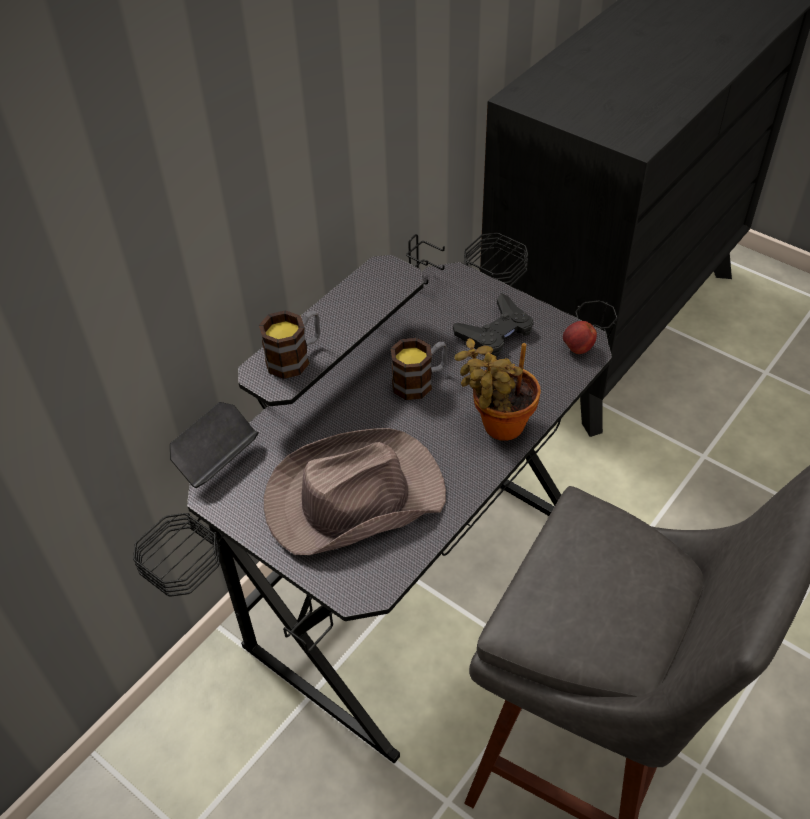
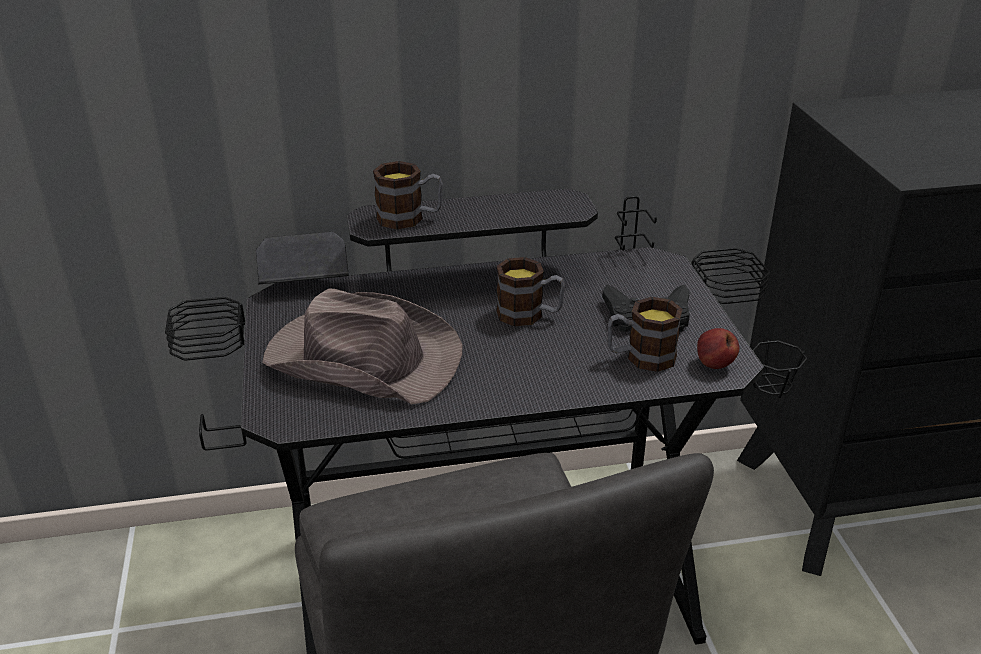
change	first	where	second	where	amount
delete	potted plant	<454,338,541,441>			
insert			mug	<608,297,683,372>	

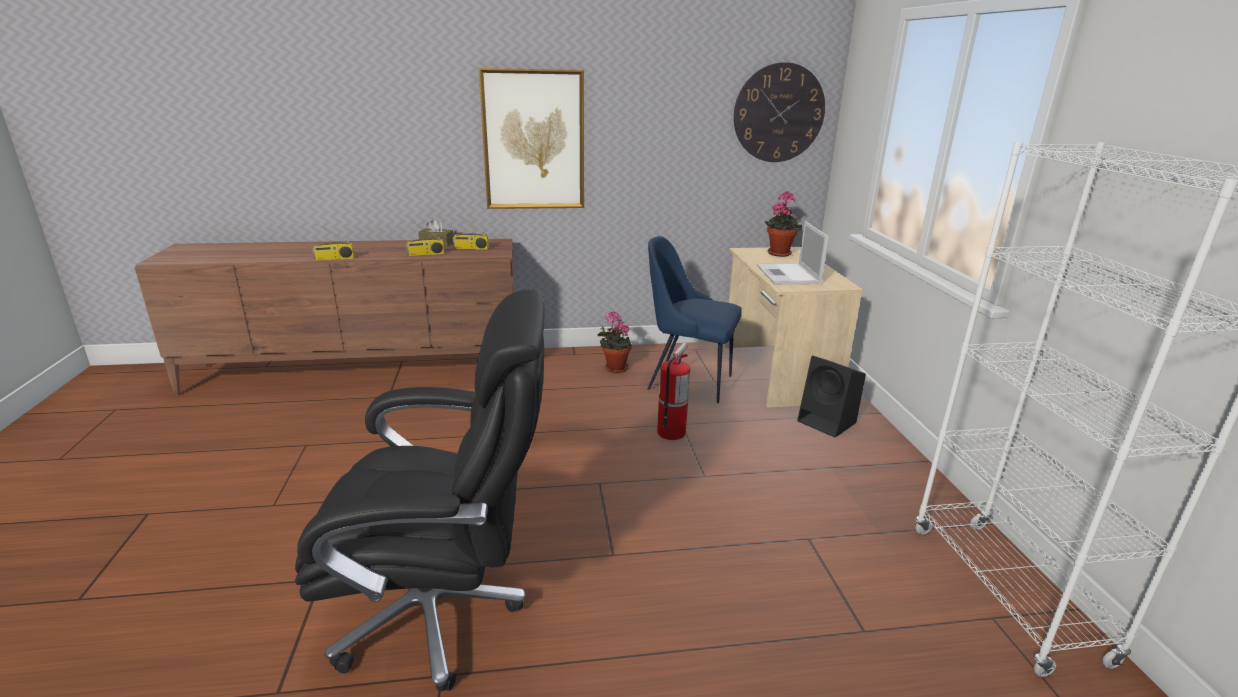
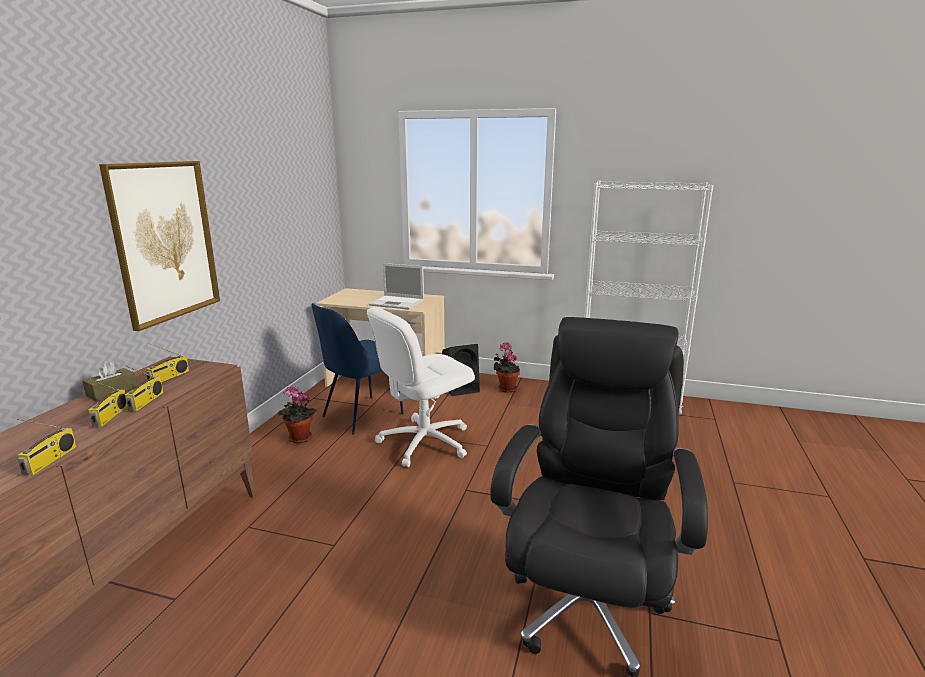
change	first	where	second	where	amount
delete	wall clock	<734,62,825,162>			
insert			radio	<88,379,127,427>	
move	potted plant	<765,191,802,257>		<494,342,520,393>	
replace	fire extinguisher	<657,343,690,440>	white office chair	<366,307,475,467>	

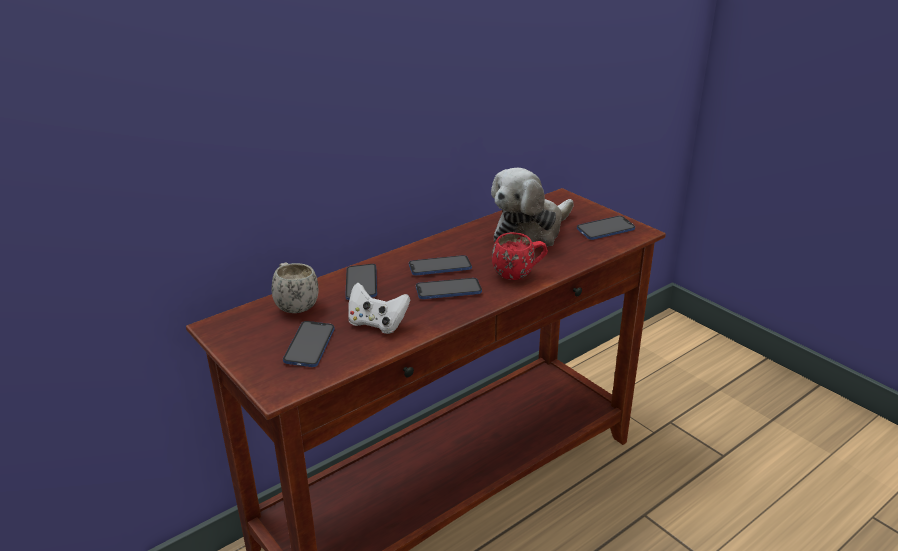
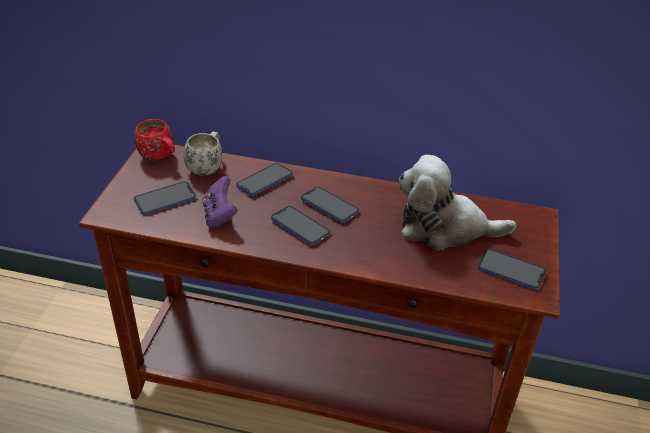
change	first	where	second	where	amount
move	red mug	<492,232,548,280>		<134,119,175,161>	
recolor	white game controller	<348,283,410,334>	purple game controller	<202,176,237,228>	

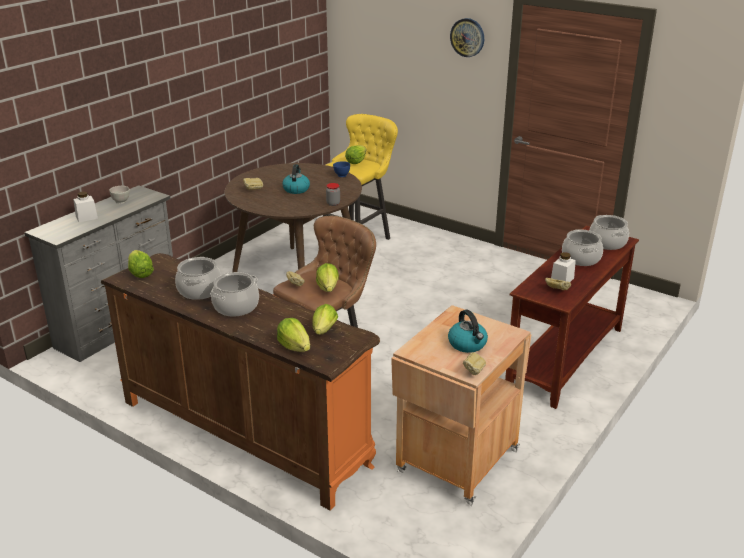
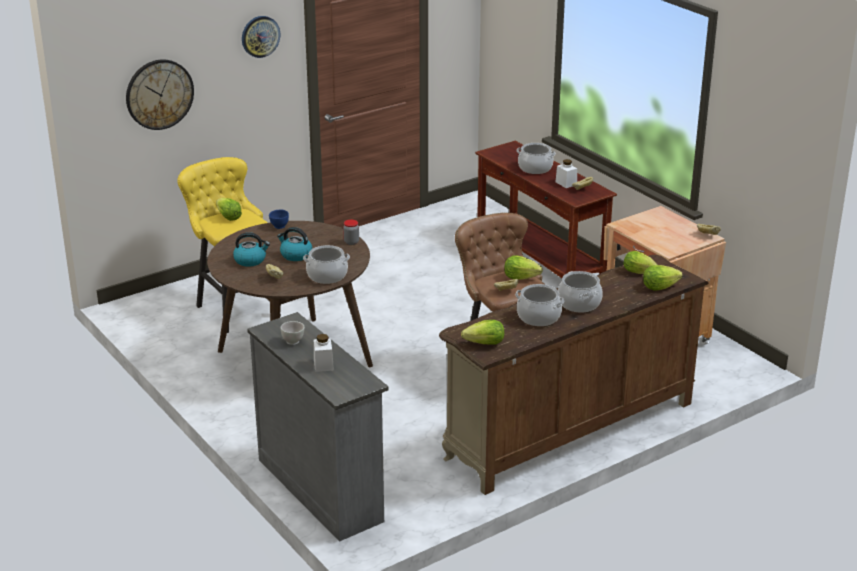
change	first	where	second	where	amount
insert			wall clock	<126,59,194,130>	
move	kettle	<448,310,488,353>		<233,232,270,267>	
move	cooking pot	<589,215,629,250>		<303,245,350,284>	
recolor	orange cabinet	<101,253,380,511>	beige cabinet	<439,255,708,495>	

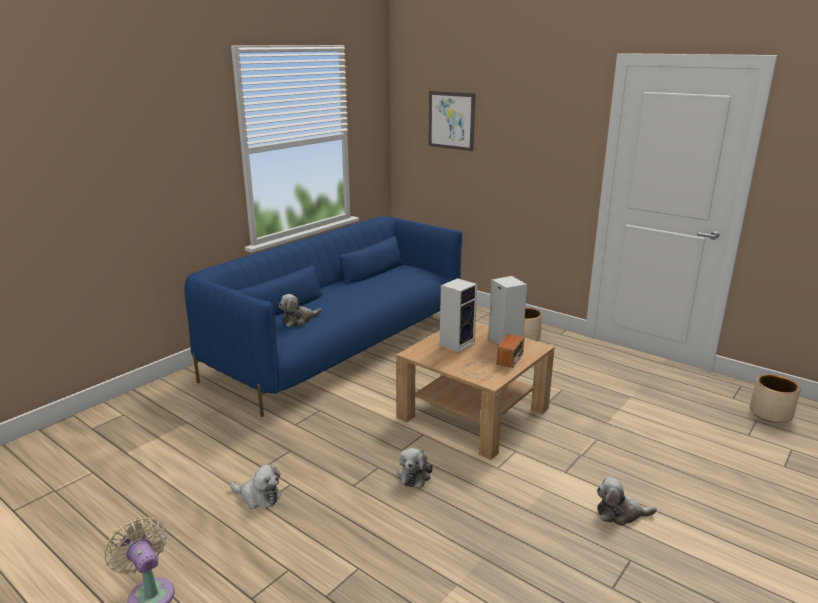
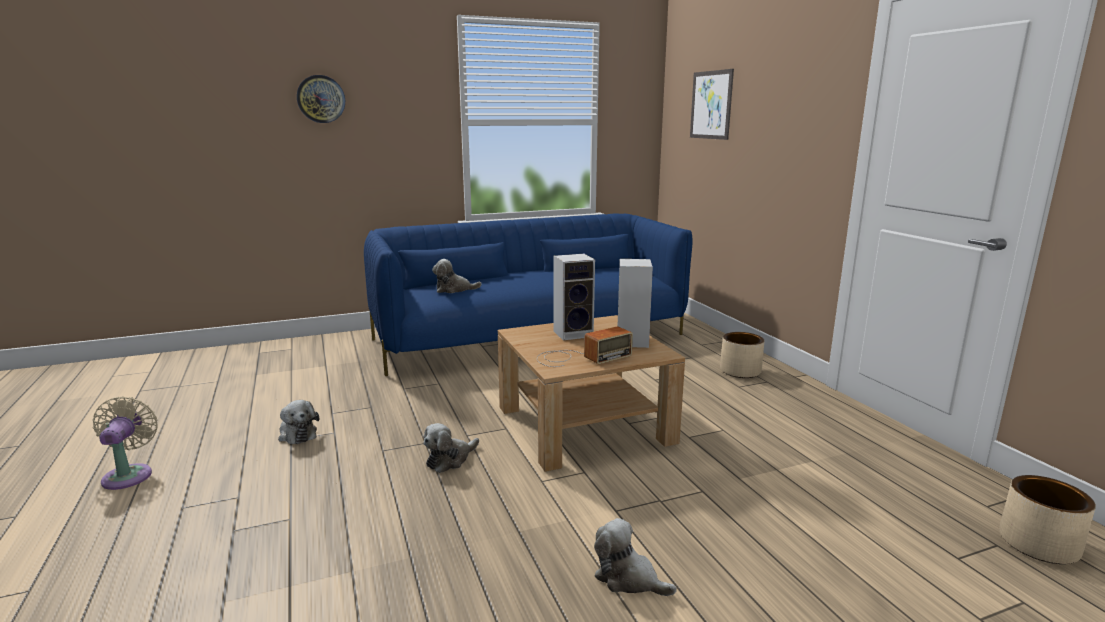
change	first	where	second	where	amount
insert			wall clock	<297,75,345,123>	

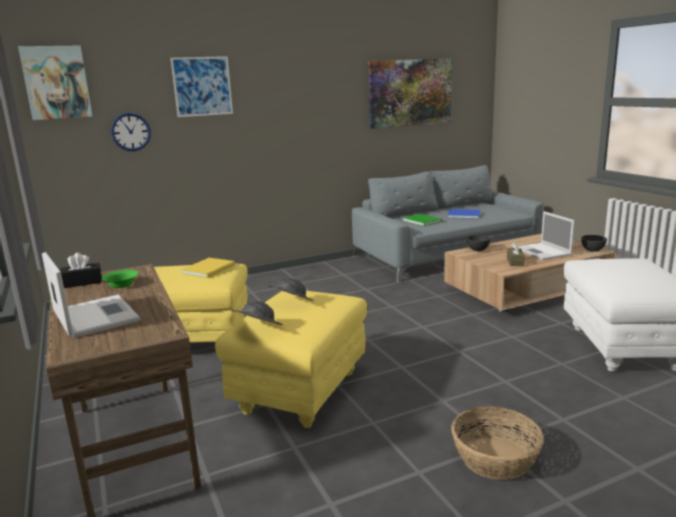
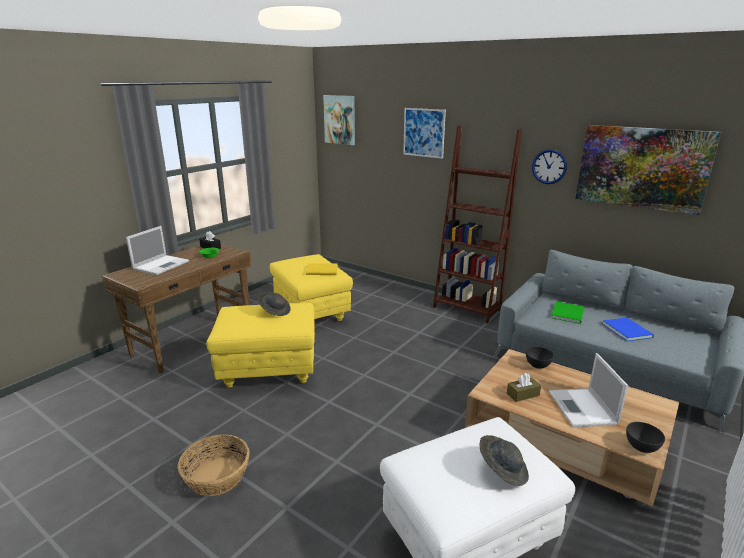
change	first	where	second	where	amount
insert			brown bookcase	<433,125,522,323>	
move	wall clock	<111,113,151,151>		<532,149,567,184>	
move	grey hat	<231,301,283,325>		<479,435,529,486>	
rotate	laptop	<518,211,575,260>		<549,353,628,427>	45 degrees counterclockwise

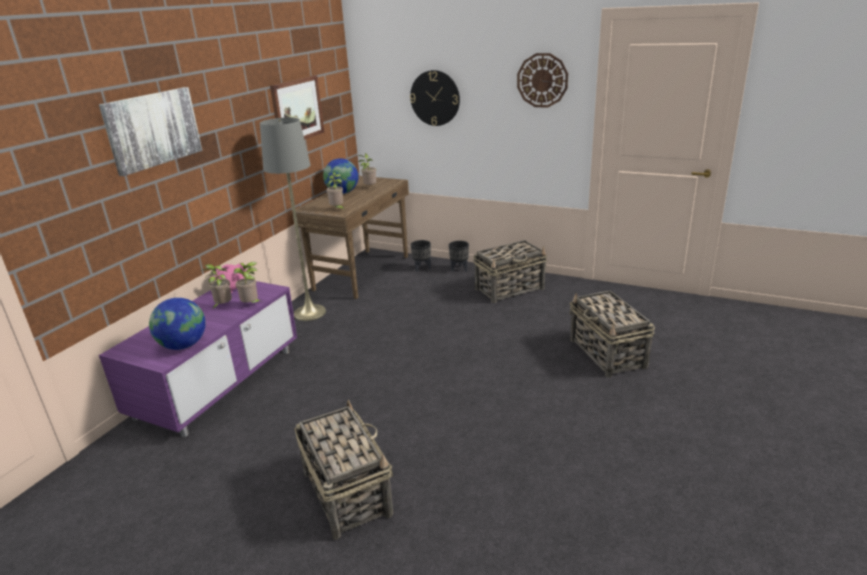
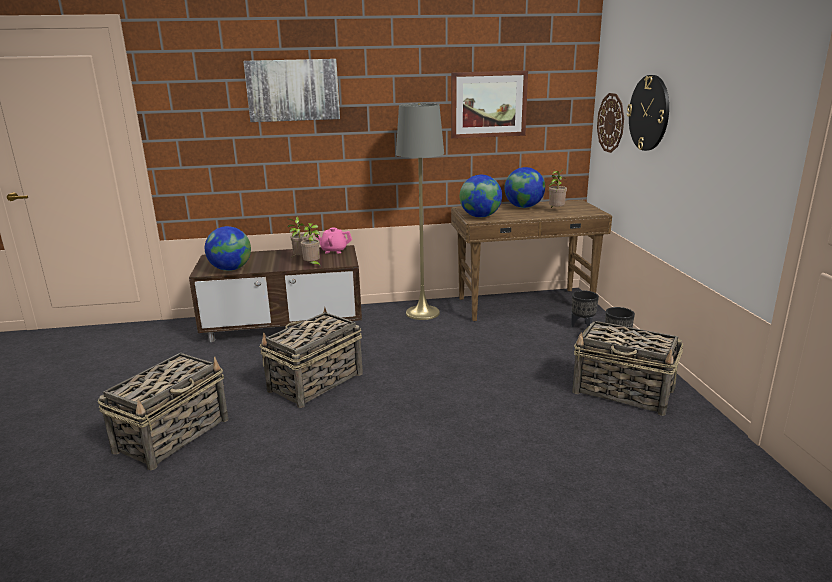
change	first	where	second	where	amount
move	wall clock	<517,53,568,108>		<597,93,624,153>	
move	basket	<570,291,655,377>		<260,307,363,408>	
replace	potted plant	<326,173,344,209>	globe	<459,175,502,218>	
recolor	purple tv stand	<99,281,297,437>	brown tv stand	<189,245,362,342>	

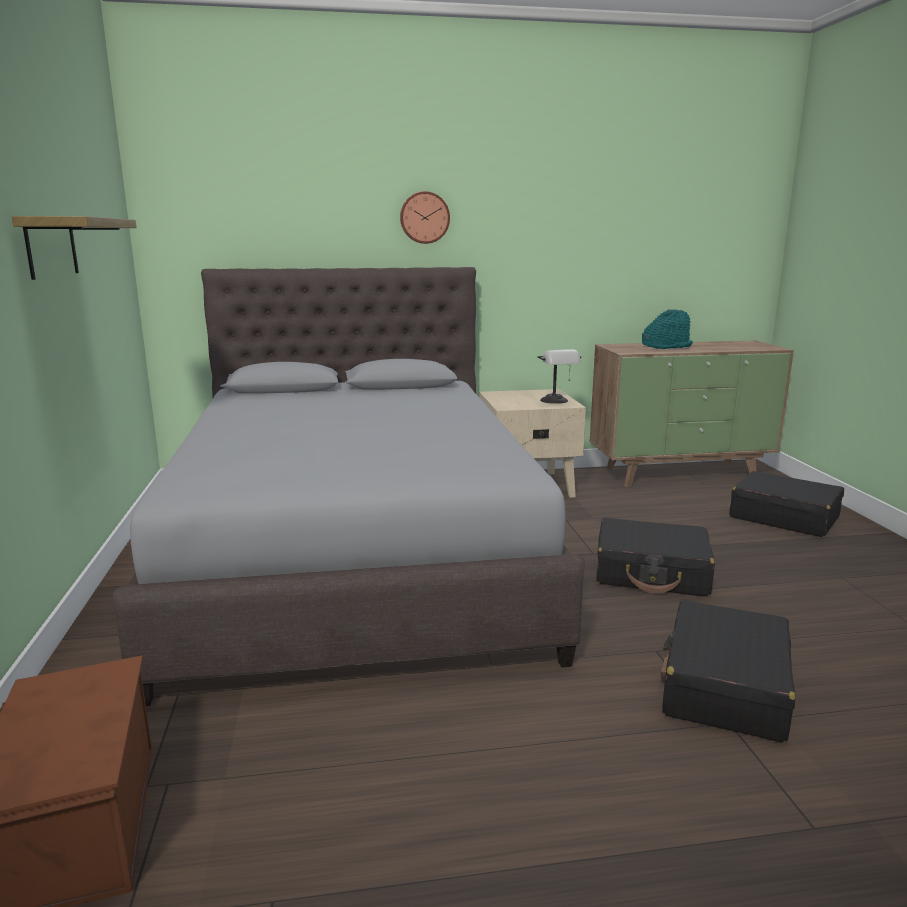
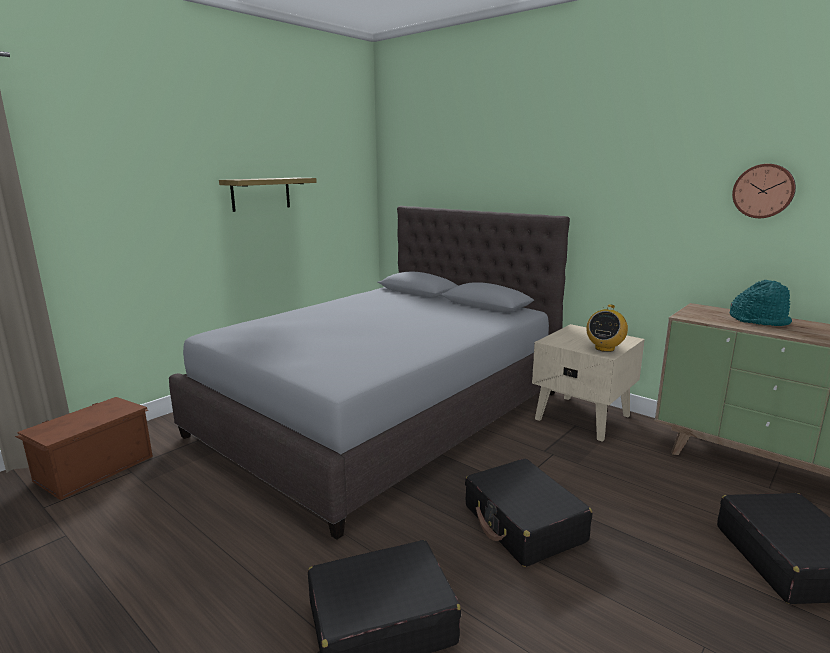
change	first	where	second	where	amount
move	wall clock	<400,191,450,244>		<732,164,796,218>	
replace	table lamp	<537,349,581,404>	radio	<586,304,628,352>	

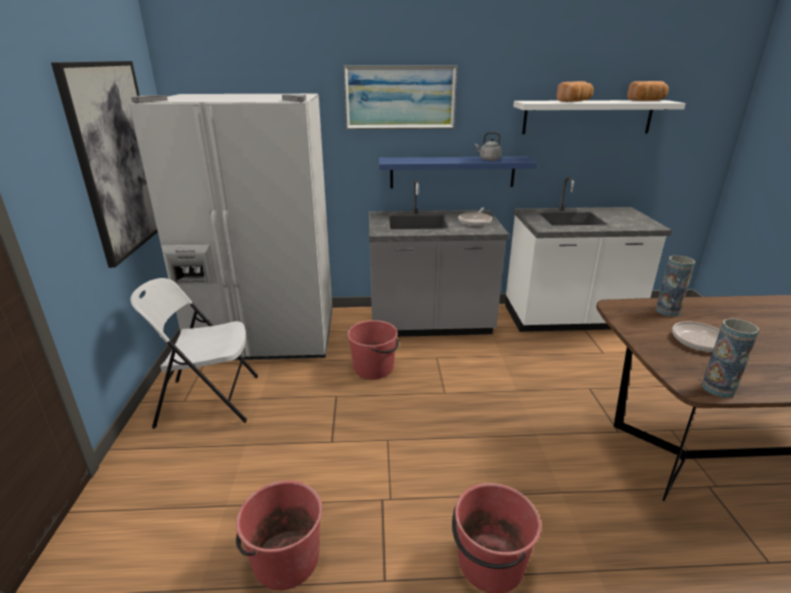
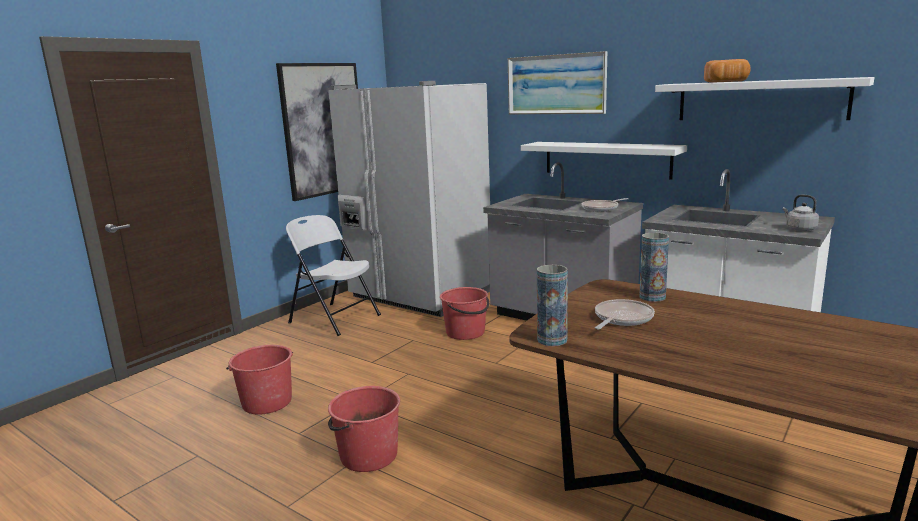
change	first	where	second	where	amount
delete	bread	<627,81,669,101>			
move	grey kettle	<475,132,502,161>		<782,195,819,231>	
recolor	blue shelf	<379,156,537,188>	white shelf	<521,142,687,180>	

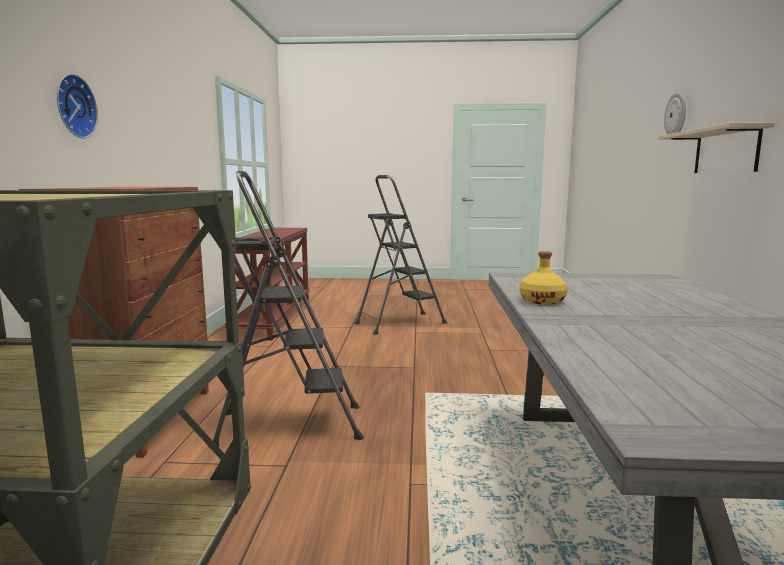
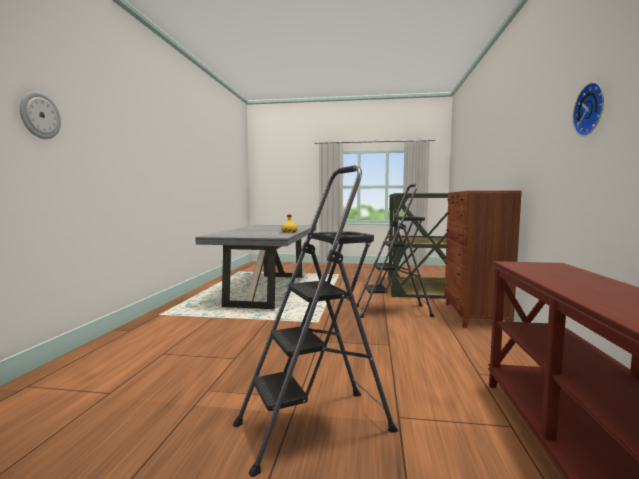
change	first	where	second	where	amount
delete	beige shelf	<658,122,775,173>			
move	wall clock	<57,74,98,139>		<573,82,604,136>	

